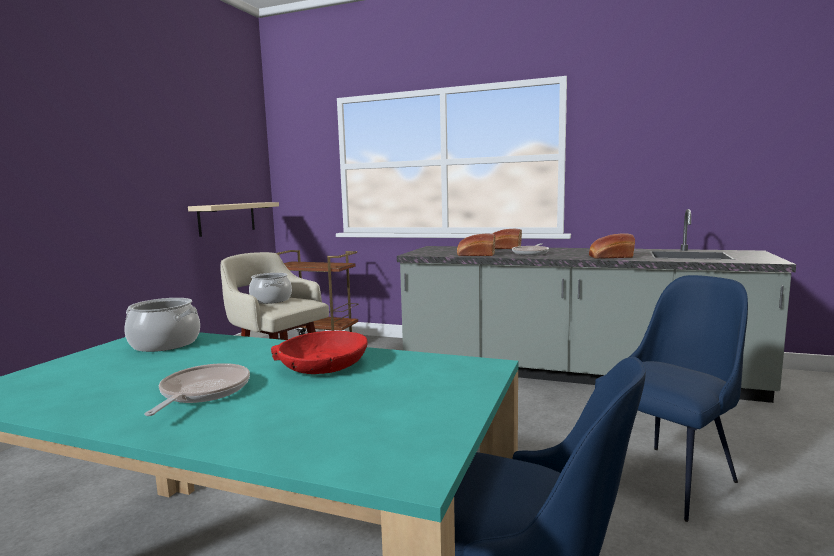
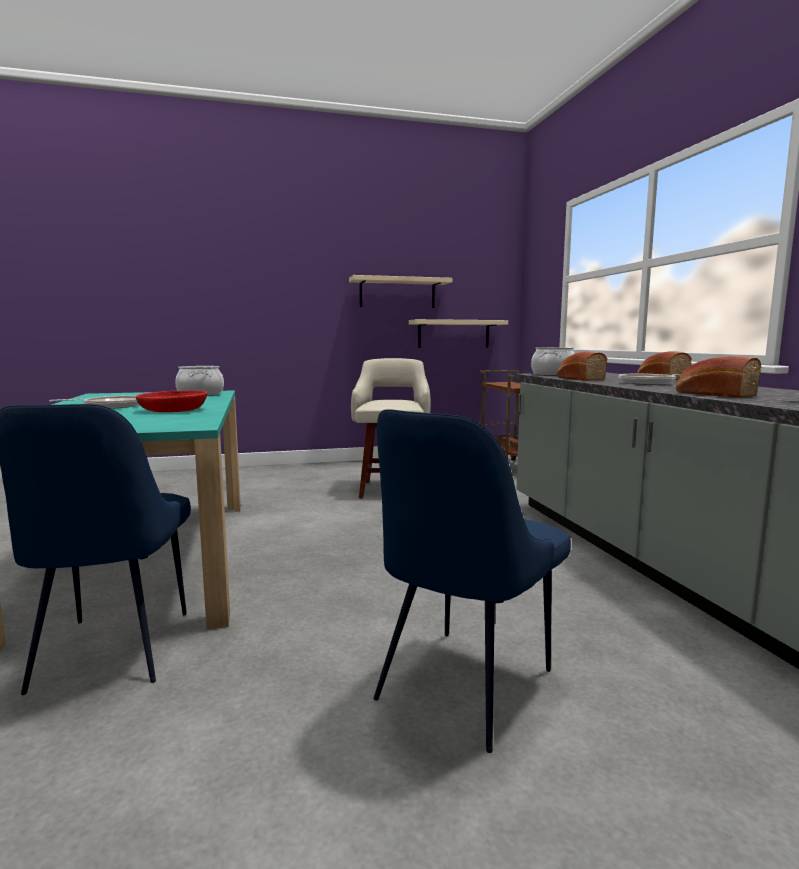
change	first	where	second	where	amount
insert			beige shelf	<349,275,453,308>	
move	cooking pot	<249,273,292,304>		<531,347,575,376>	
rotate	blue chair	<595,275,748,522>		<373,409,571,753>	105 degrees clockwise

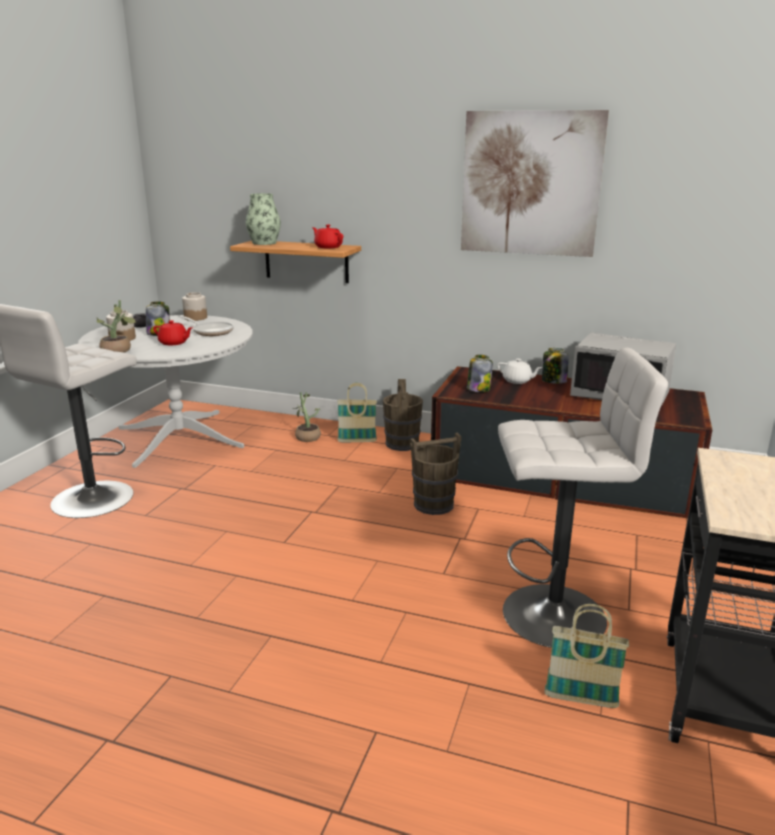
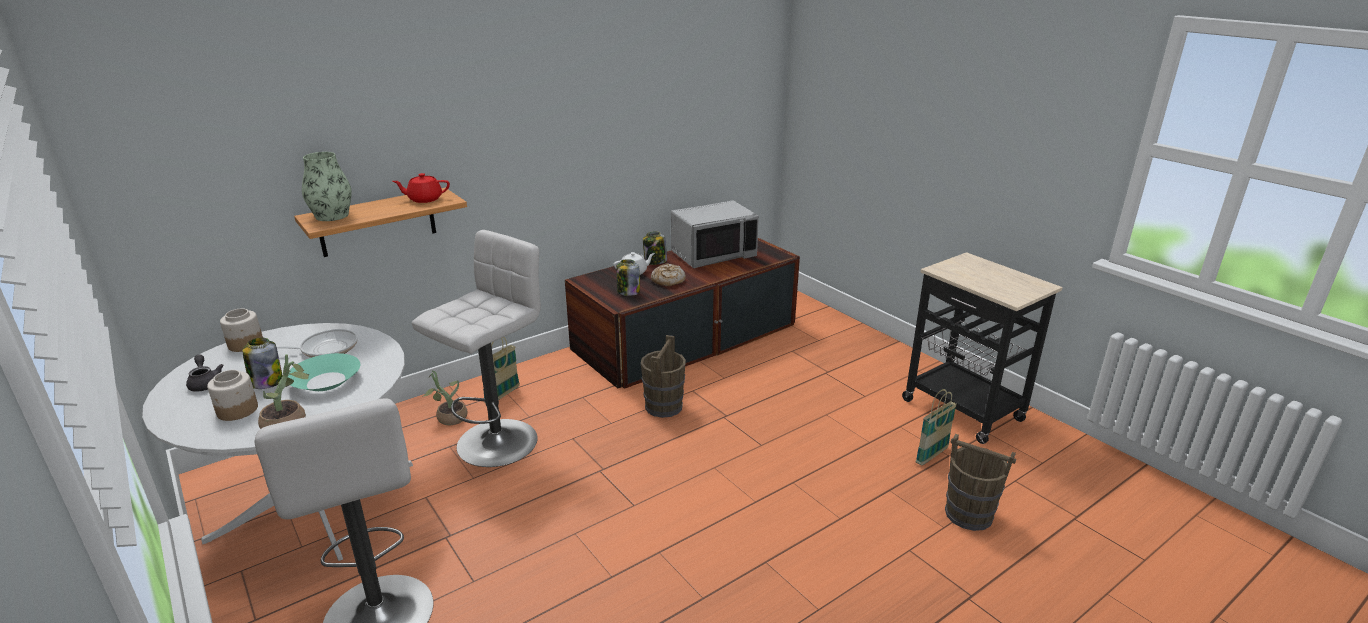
change	first	where	second	where	amount
delete	picture	<461,110,609,257>			
insert			bread	<651,263,686,286>	
move	brown bucket	<383,379,423,451>		<945,434,1016,531>	
move	white stool	<498,348,668,648>		<412,230,541,467>	
replace	red teapot	<153,320,193,345>	turquoise bowl	<288,353,360,391>	

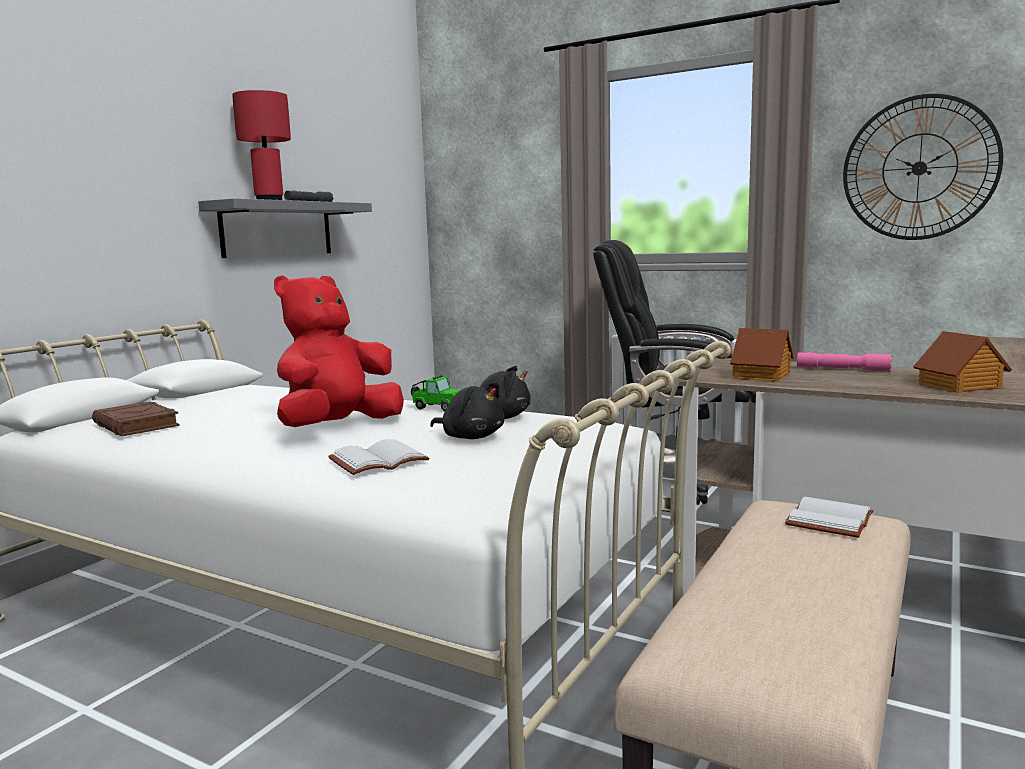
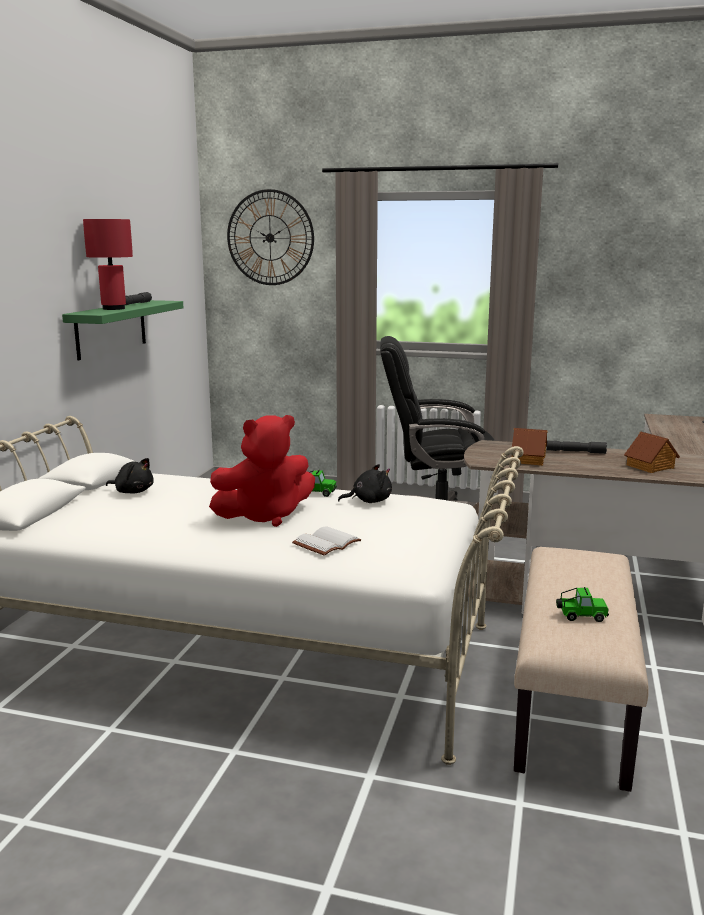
change	first	where	second	where	amount
delete	brown book	<92,401,180,436>			
delete	white book	<785,497,874,538>			
insert			toy car	<556,587,609,622>	
move	black plush toy	<430,382,504,439>		<106,458,154,494>	
move	wall clock	<843,94,1003,240>		<227,189,314,285>	
recolor	grey shelf	<198,198,372,258>	green shelf	<62,300,183,360>	
recolor	pink flashlight	<797,352,892,372>	grey flashlight	<546,440,607,454>	
rotate	red plush toy	<274,275,404,427>		<209,415,315,527>	135 degrees counterclockwise

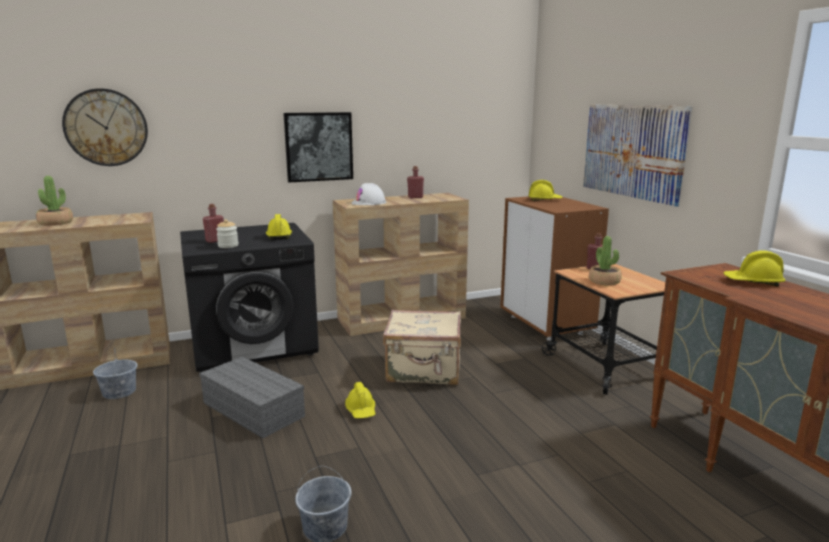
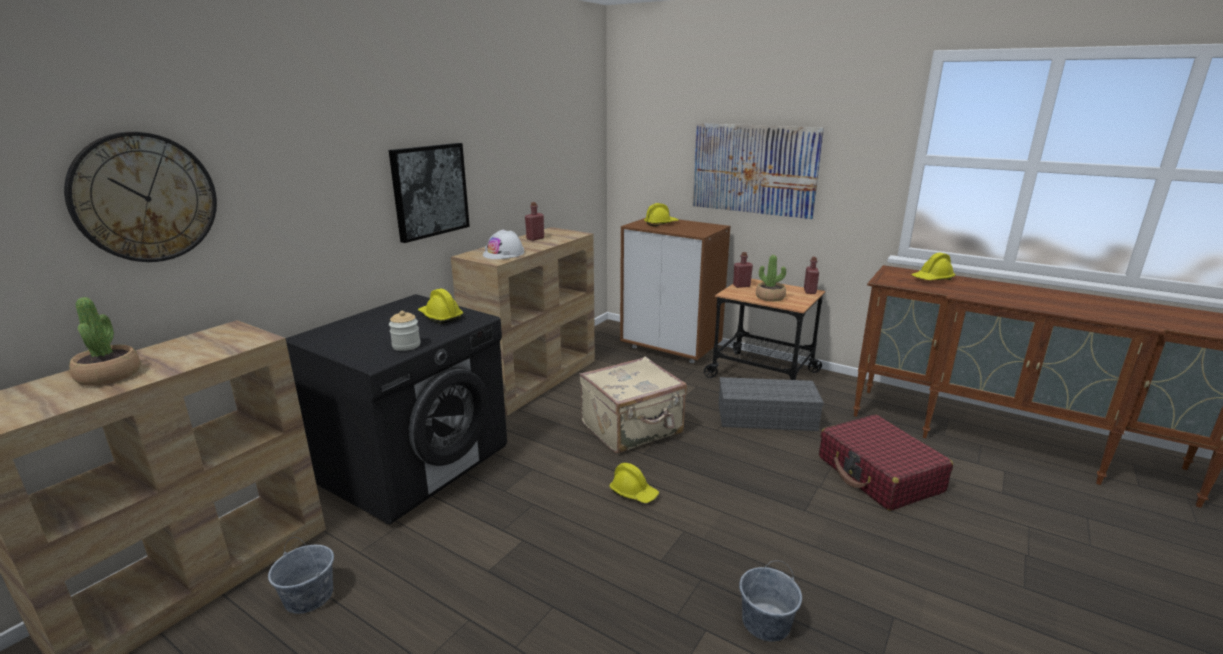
change	first	where	second	where	amount
insert			red suitcase	<819,414,953,511>	
move	grey storage box	<199,357,305,438>		<719,377,824,431>	
move	red bottle	<203,204,224,243>		<804,257,819,294>	

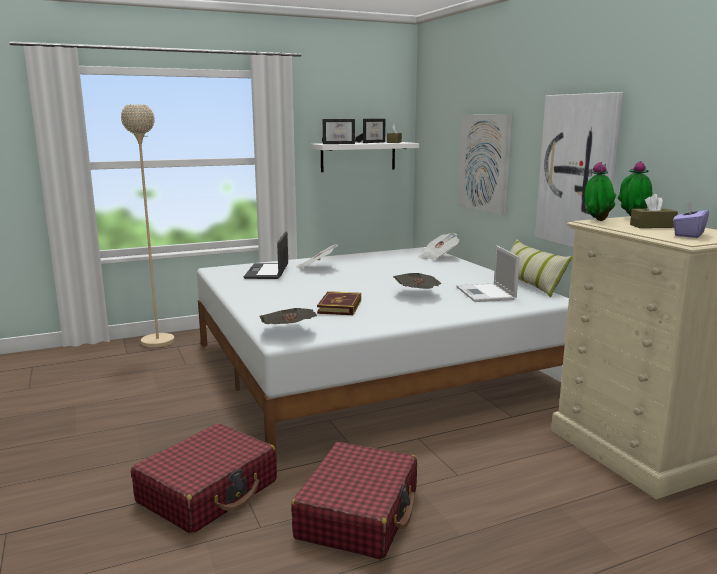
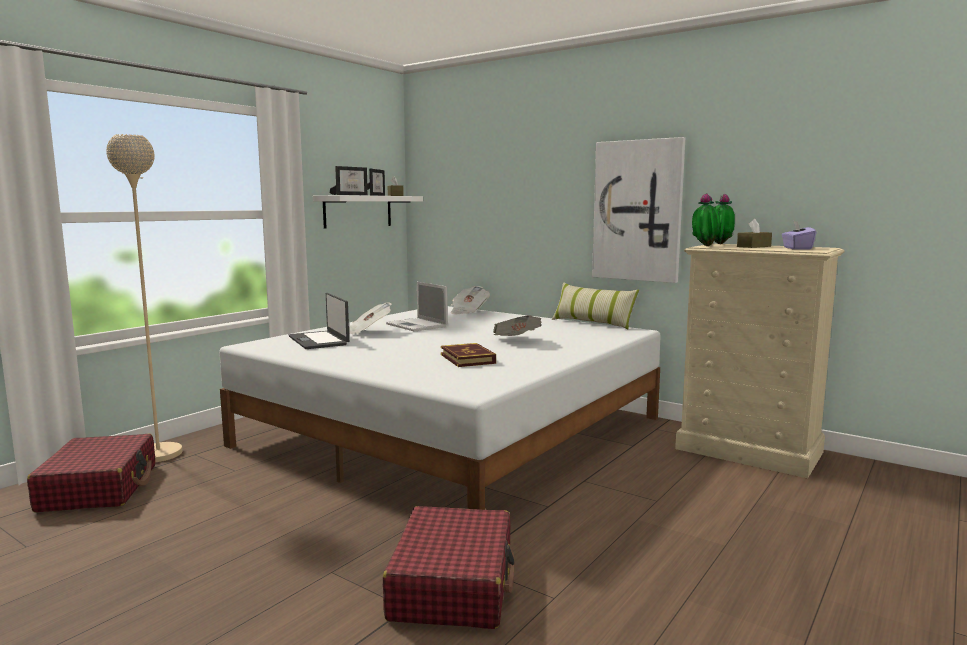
change	first	where	second	where	amount
delete	newspaper	<259,308,317,324>			
delete	picture	<458,114,512,216>			
move	red suitcase	<291,442,417,560>		<27,434,155,512>	
move	laptop	<456,245,520,302>		<386,282,448,332>	

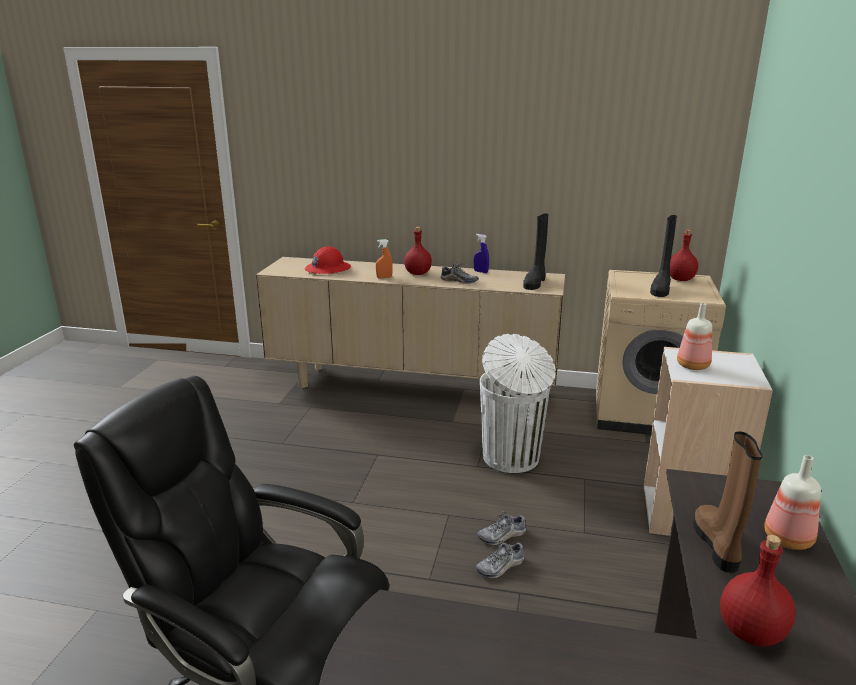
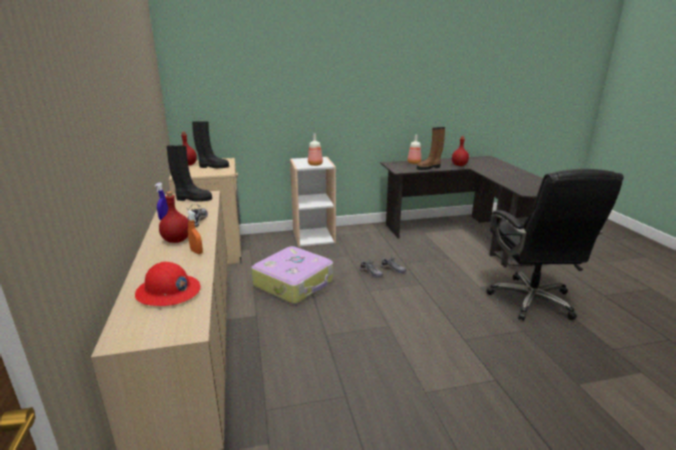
change	first	where	second	where	amount
replace	white trash can	<480,334,556,473>	suitcase	<251,246,333,304>	

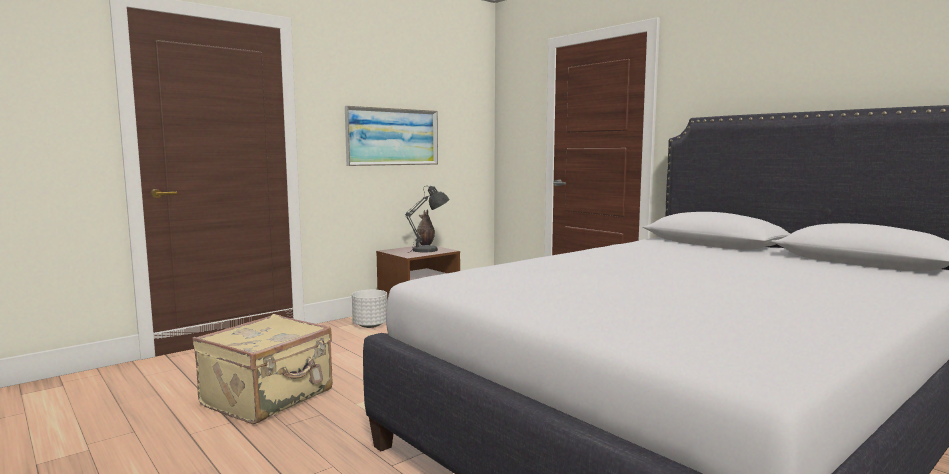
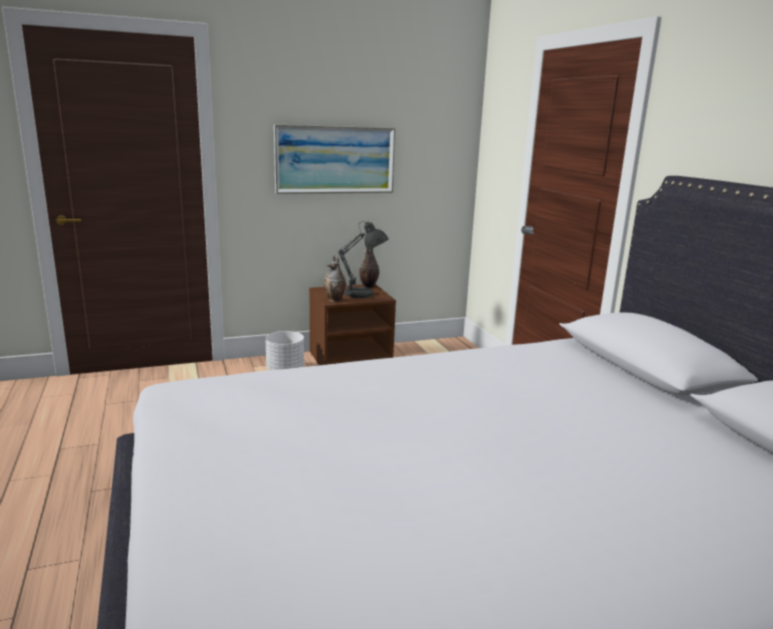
change	first	where	second	where	amount
delete	beige suitcase	<193,314,333,424>			
insert			vase	<324,256,346,302>	

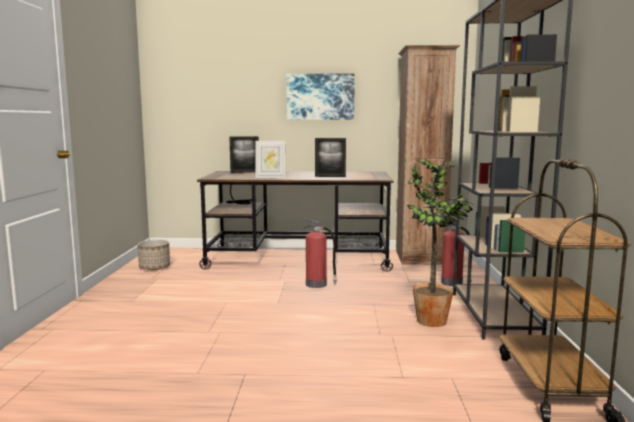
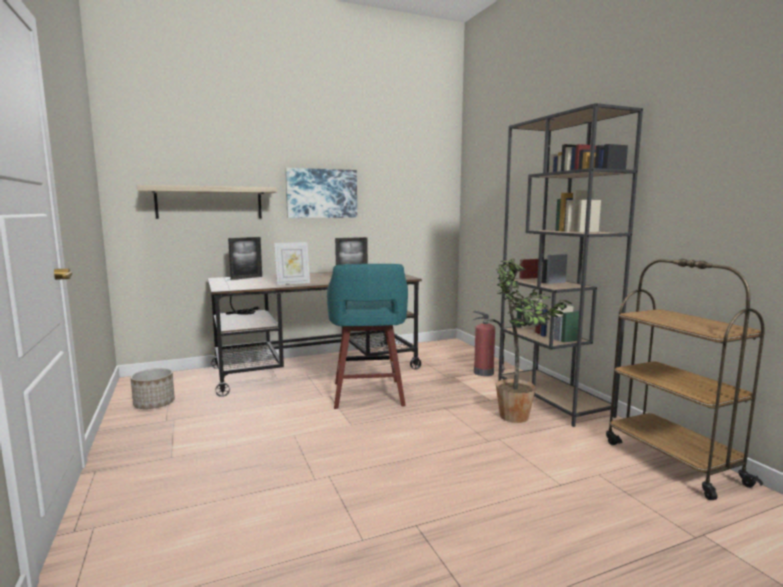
change	first	where	second	where	amount
delete	brown cabinet	<396,45,460,265>			
insert			shelf	<137,185,277,219>	
replace	fire extinguisher	<303,218,337,288>	turquoise stool	<327,264,408,409>	

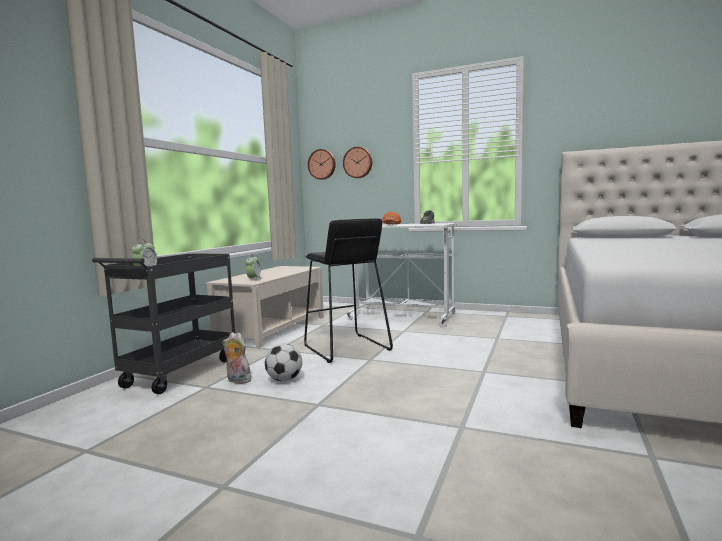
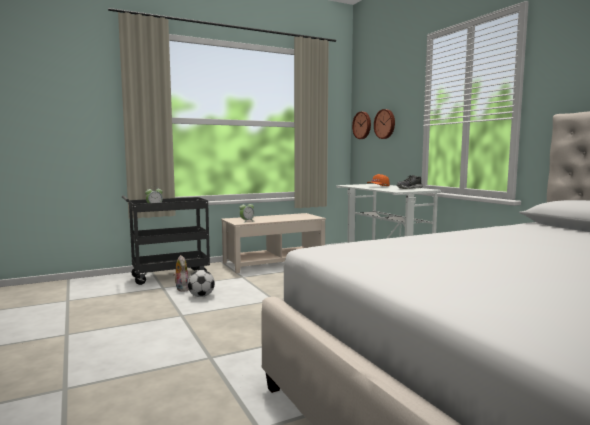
change	first	where	second	where	amount
delete	black stool	<304,218,393,363>			

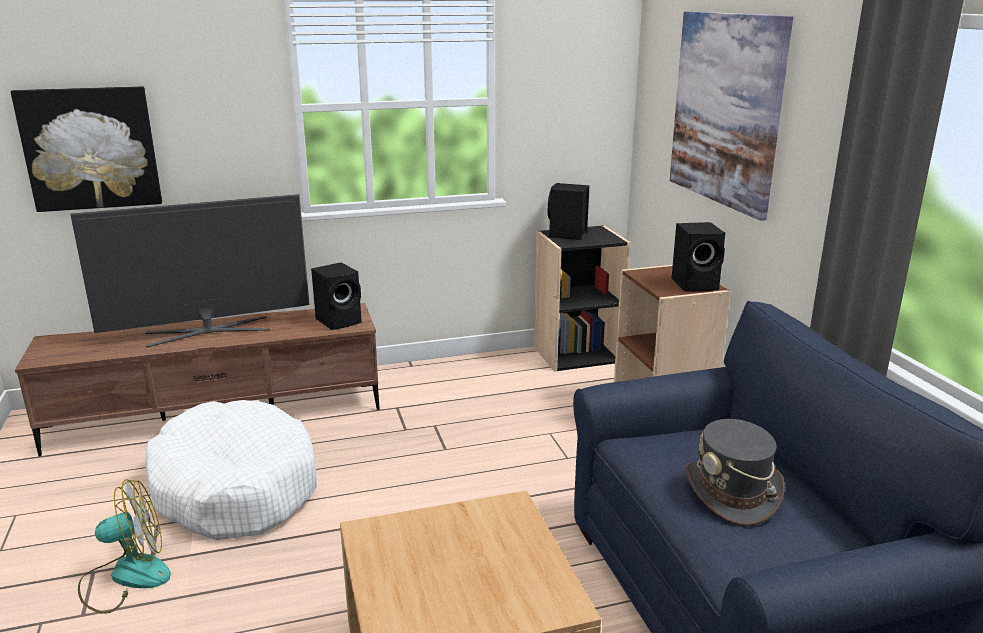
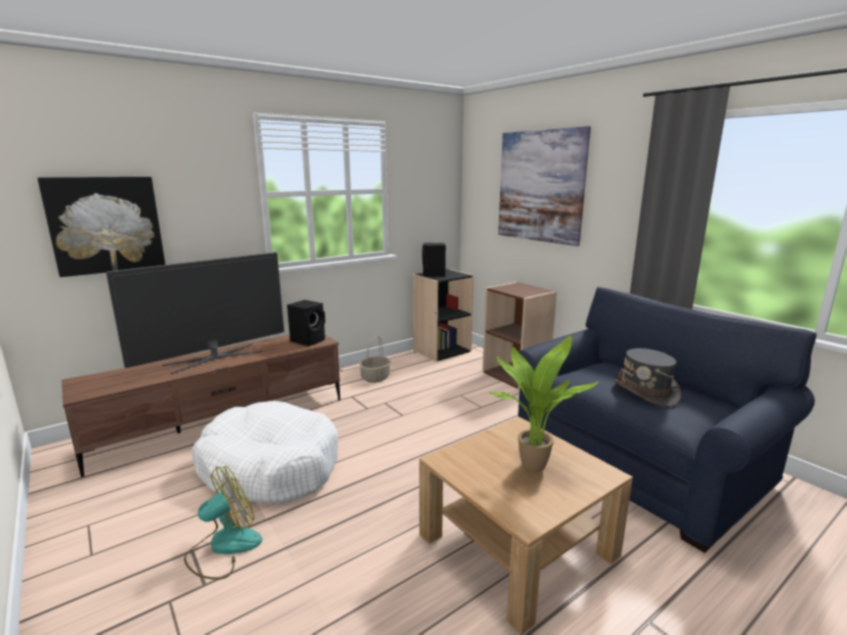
change	first	where	second	where	amount
delete	black speaker	<672,222,725,291>			
insert			basket	<359,335,390,383>	
insert			potted plant	<488,336,599,472>	

